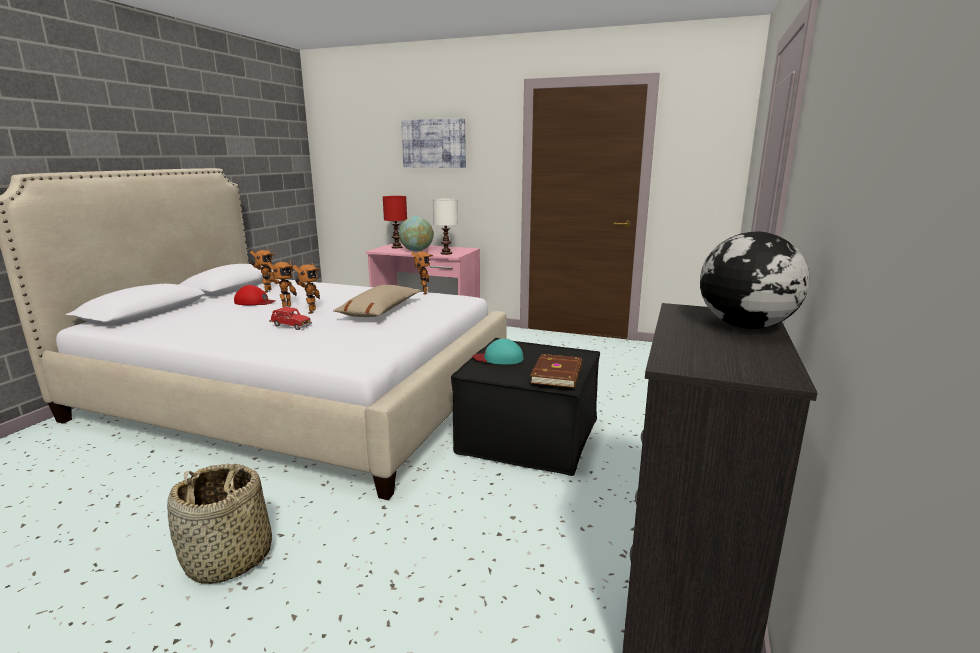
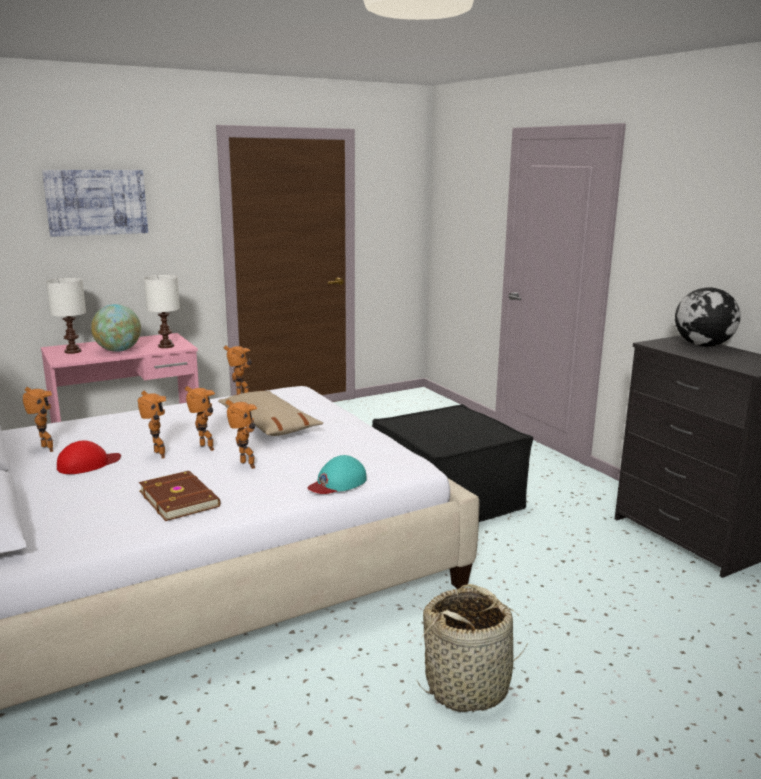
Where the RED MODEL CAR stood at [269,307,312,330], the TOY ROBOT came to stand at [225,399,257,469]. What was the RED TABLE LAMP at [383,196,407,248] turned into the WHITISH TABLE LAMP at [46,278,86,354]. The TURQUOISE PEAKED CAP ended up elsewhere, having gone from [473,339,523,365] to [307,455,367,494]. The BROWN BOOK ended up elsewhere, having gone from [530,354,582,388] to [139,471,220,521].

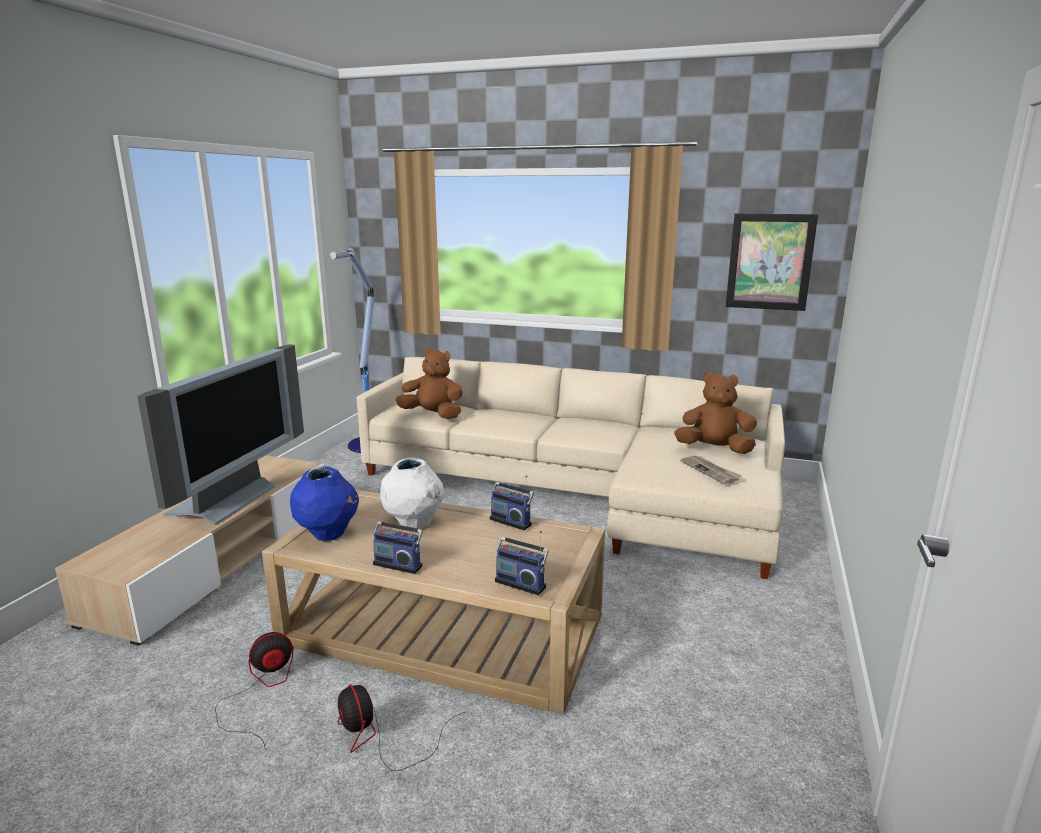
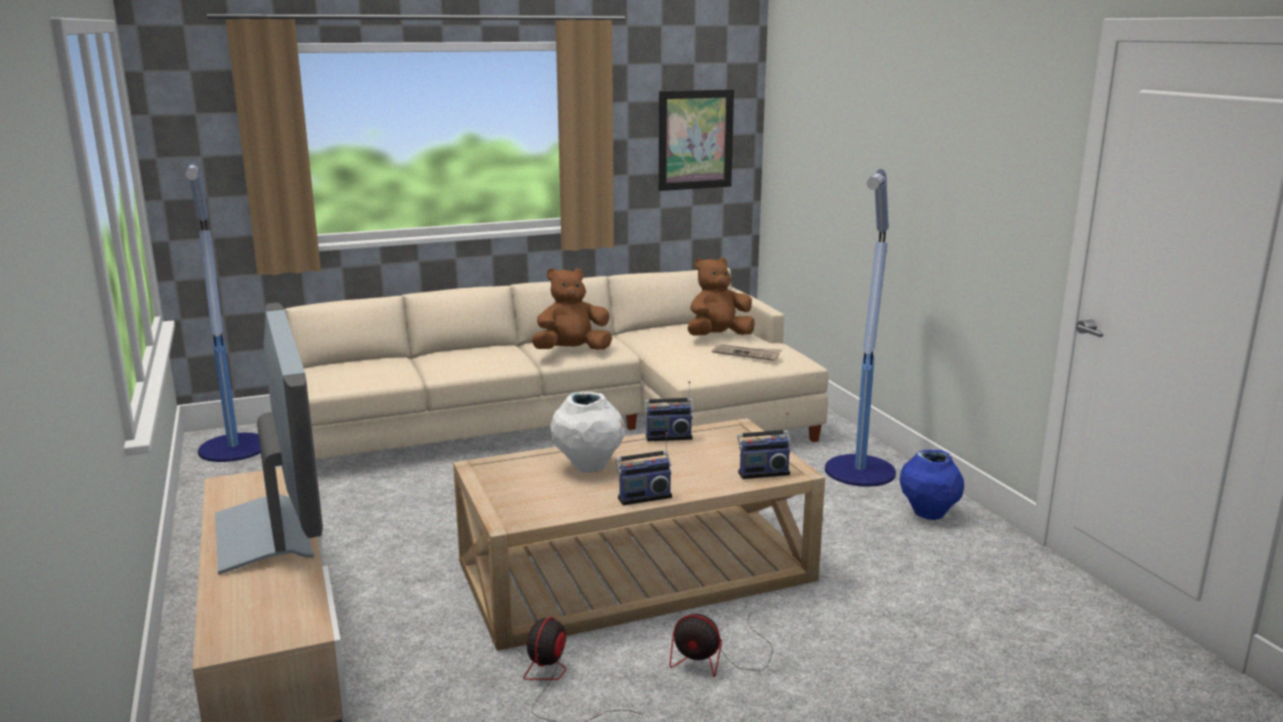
The BLUE FLOWER VASE ended up elsewhere, having gone from [290,466,359,541] to [899,450,964,520]. The BROWN SOFT TOY ended up elsewhere, having gone from [396,348,463,419] to [531,268,612,350]. The second view gained the FLOOR LAMP at [825,169,896,487].

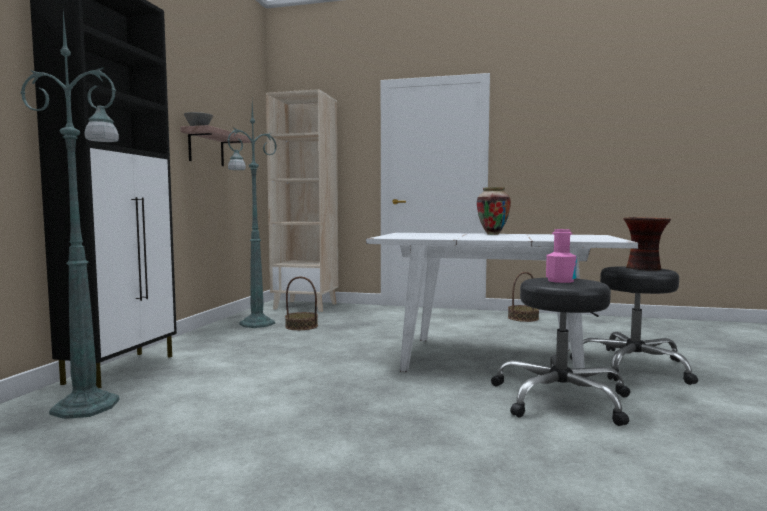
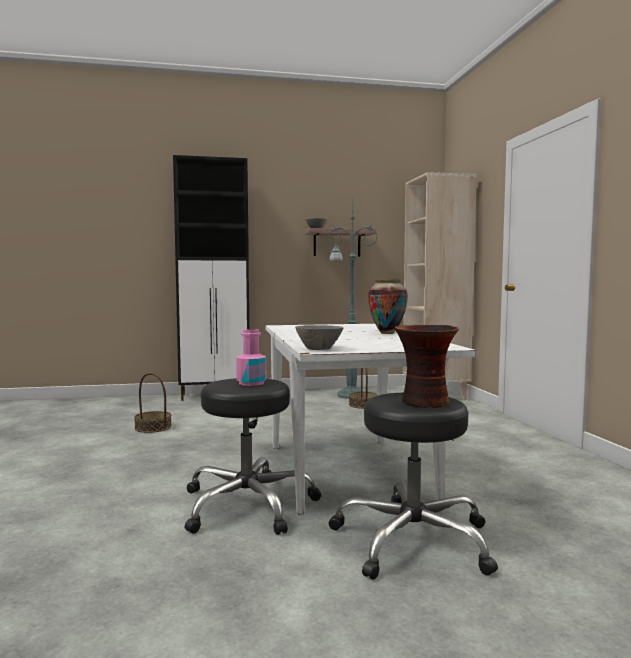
The second view lost the GREENISH FLOOR LAMP at [20,12,119,419]. The HOUSEHOLD BASKET ended up elsewhere, having gone from [508,272,539,322] to [134,373,172,433]. The second view gained the GRAY BOWL at [295,325,344,350].

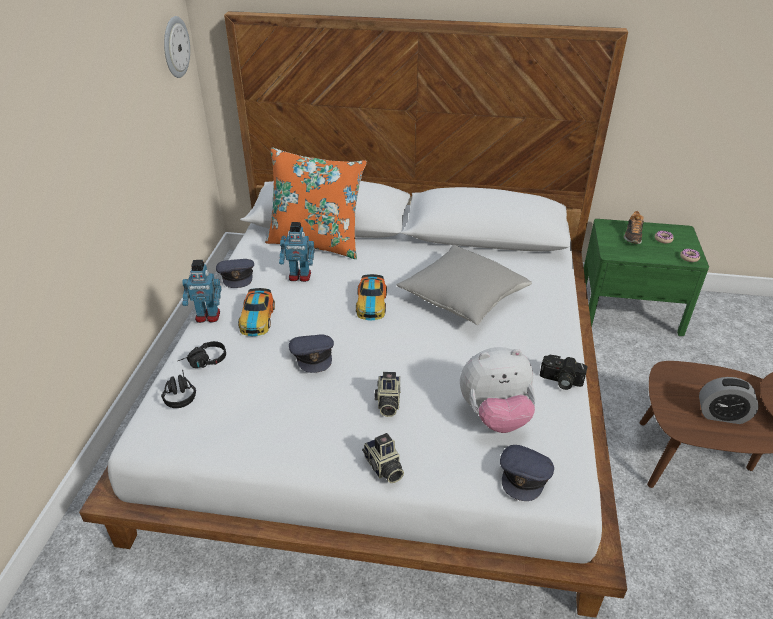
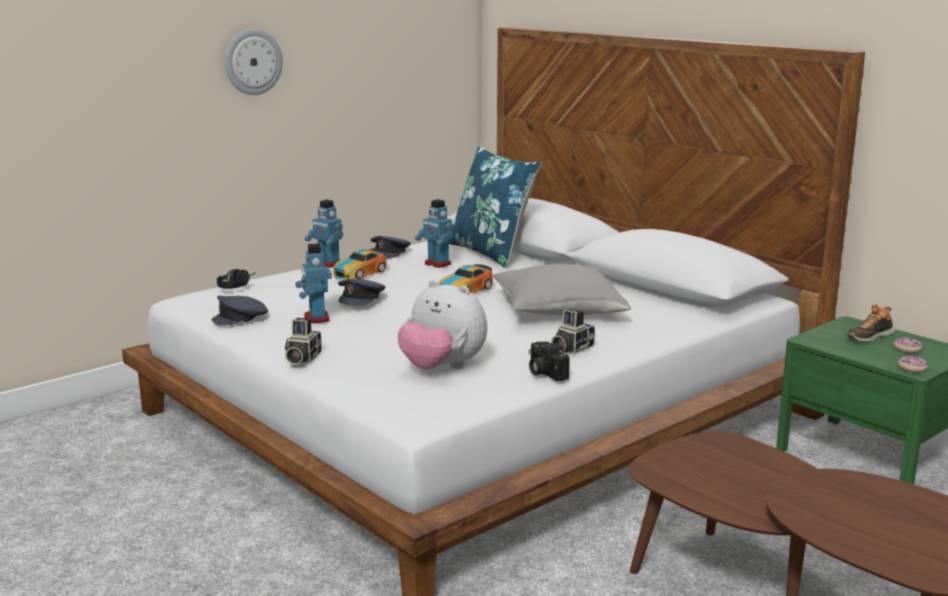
The HANGING CLOCK ended up elsewhere, having gone from [164,16,190,78] to [225,29,283,95]. The second view lost the BLACK HEADSET at [178,341,226,368]. What was the ORANGEY CUSHION at [265,148,367,259] turned into the BLUE CUSHION at [449,146,541,268]. The PHOTO CAMERA ended up elsewhere, having gone from [375,372,401,417] to [551,309,595,354]. The GRAY PEAKED CAP ended up elsewhere, having gone from [500,445,554,501] to [212,296,268,325]. The second view lost the TABLE CLOCK at [699,377,759,424]. The second view gained the TOY ROBOT at [295,243,332,323].

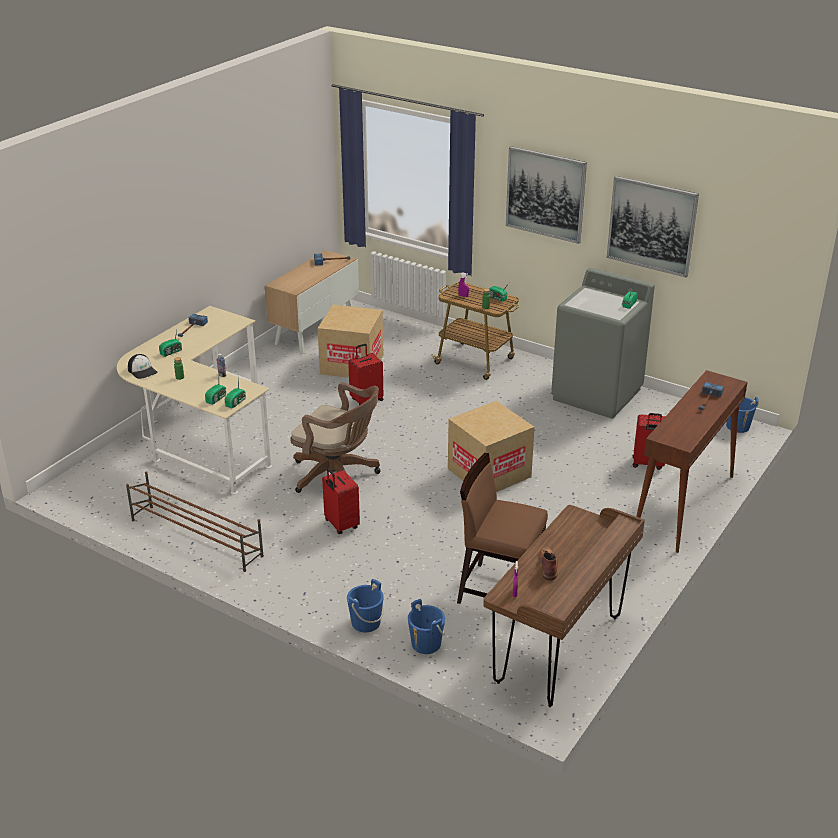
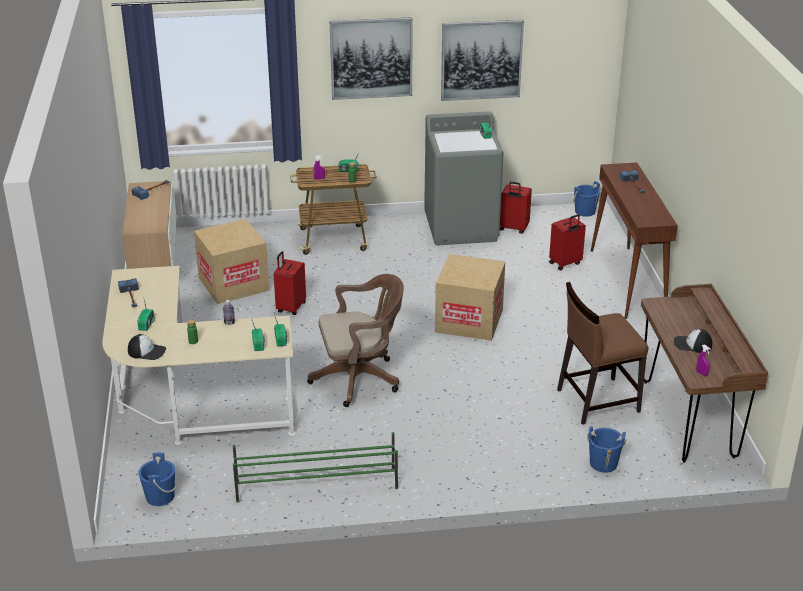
What was the BROWN SHOE RACK at [126,471,264,572] turned into the GREENISH SHOE RACK at [233,432,398,503]. The RED SUITCASE ended up elsewhere, having gone from [322,468,360,534] to [500,182,532,234]. The BLUE WATER BUCKET ended up elsewhere, having gone from [347,579,384,632] to [138,453,177,506]. Where the BROWN BOOT stood at [539,547,558,581], the PEAKED CAP came to stand at [674,329,712,353].

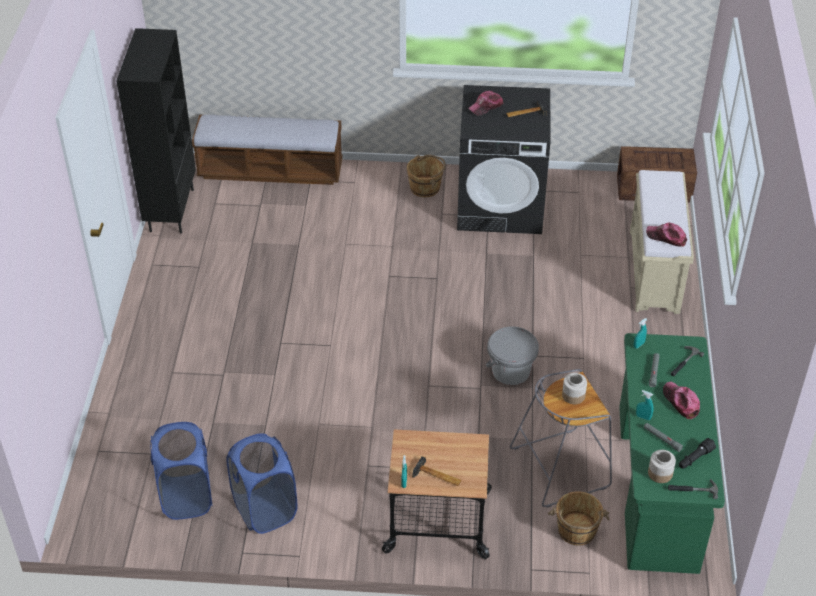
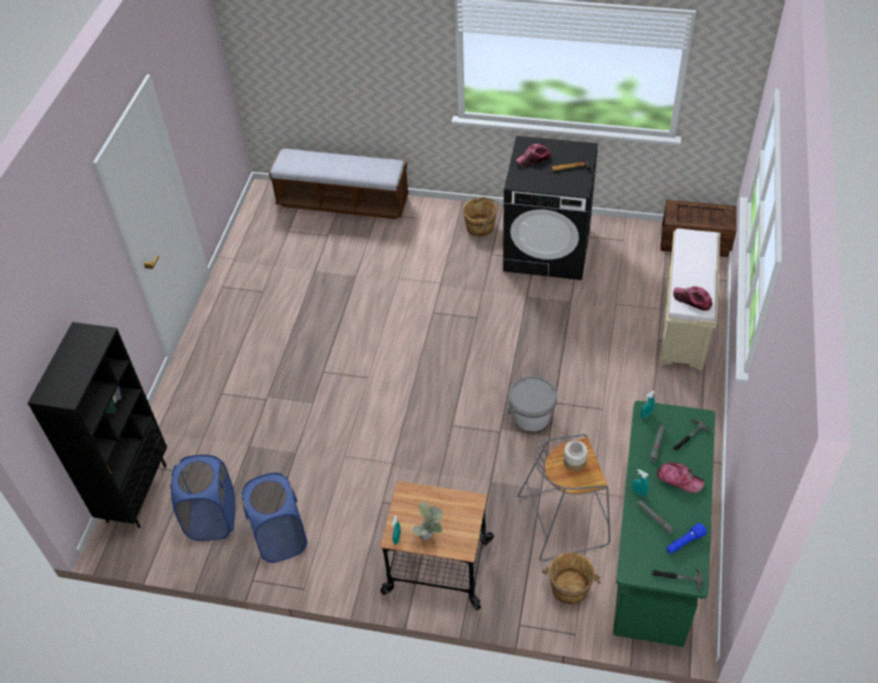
The BLACK SHELVING UNIT ended up elsewhere, having gone from [116,28,196,234] to [28,322,167,528]. Where the HAND HAMMER stood at [412,456,462,486], the HOUSEPLANT came to stand at [412,502,443,540]. The second view lost the STORAGE JAR at [648,450,676,483]. The PEAKED CAP at [663,382,700,419] ended up facing another way, 135 degrees clockwise from before. What was the BLACK HAND TORCH at [679,438,716,469] turned into the BLUE HAND TORCH at [667,523,707,553].

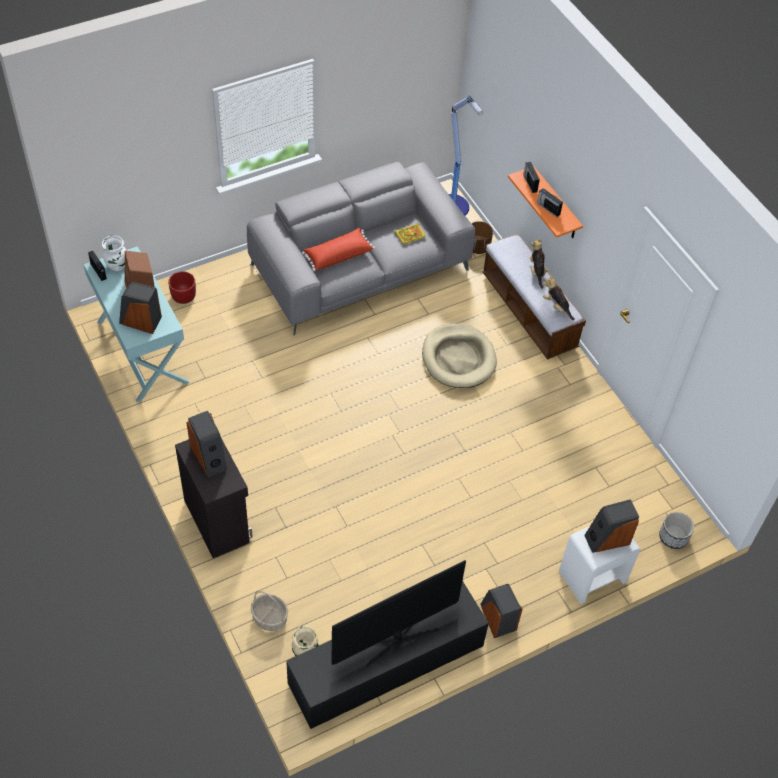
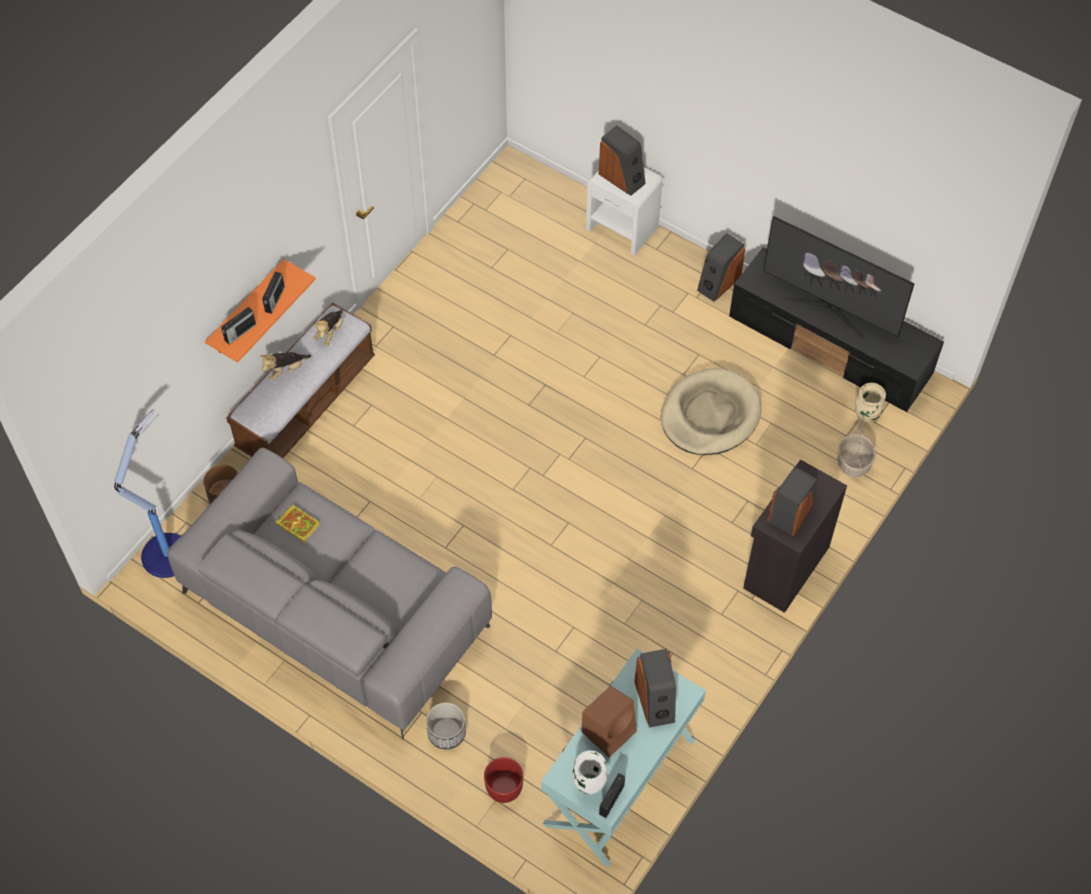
The second view lost the RED CUSHION at [302,228,375,271]. The BEIGE-COLOURED PET BED ended up elsewhere, having gone from [422,323,497,388] to [661,368,762,455]. The FLOWER POT ended up elsewhere, having gone from [659,512,694,549] to [426,702,466,749].

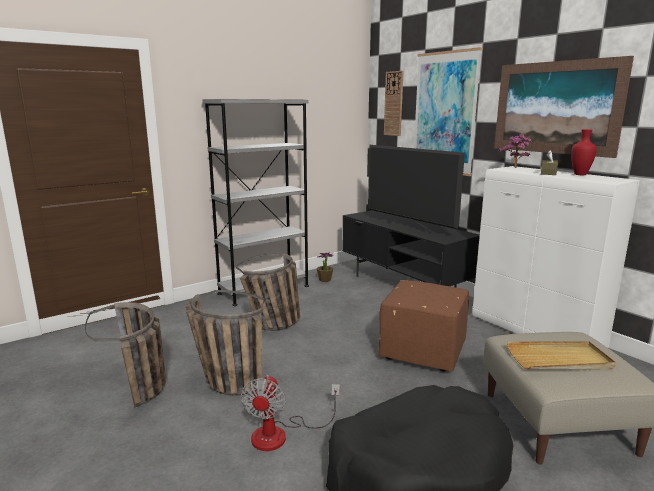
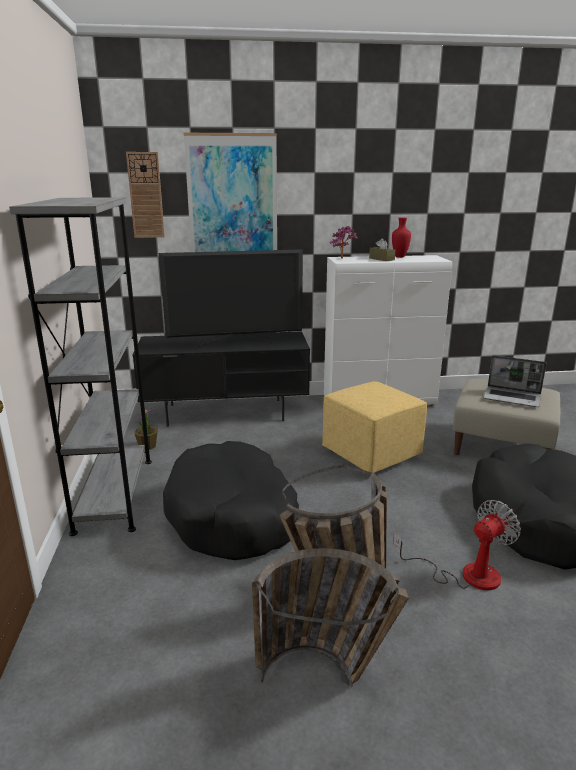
Where the HOUSEHOLD BASKET stood at [236,253,300,331], the BLACK PET BED came to stand at [163,441,299,560]. The COOLING FAN at [240,375,340,451] ended up facing another way, 75 degrees counterclockwise from before. What was the BROWN FOOTREST at [378,280,469,372] turned into the YELLOW FOOTREST at [322,381,427,473]. The second view lost the PICTURE at [494,56,634,158]. Where the BEIGE-COLOURED CARRYING TRAY stood at [507,341,616,369], the LAPTOP came to stand at [483,355,547,407].

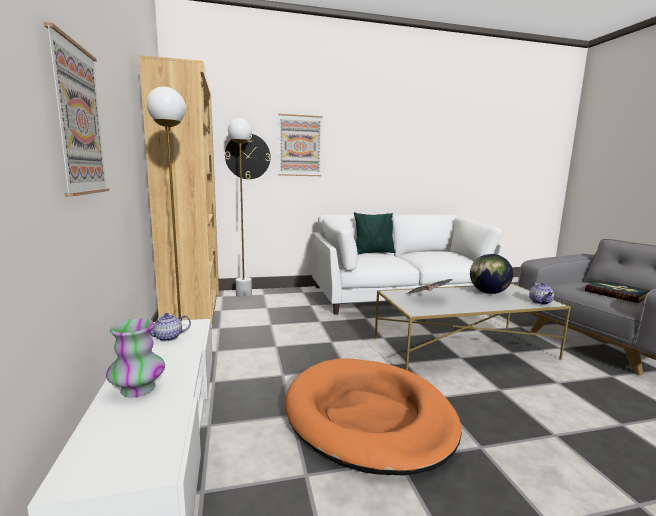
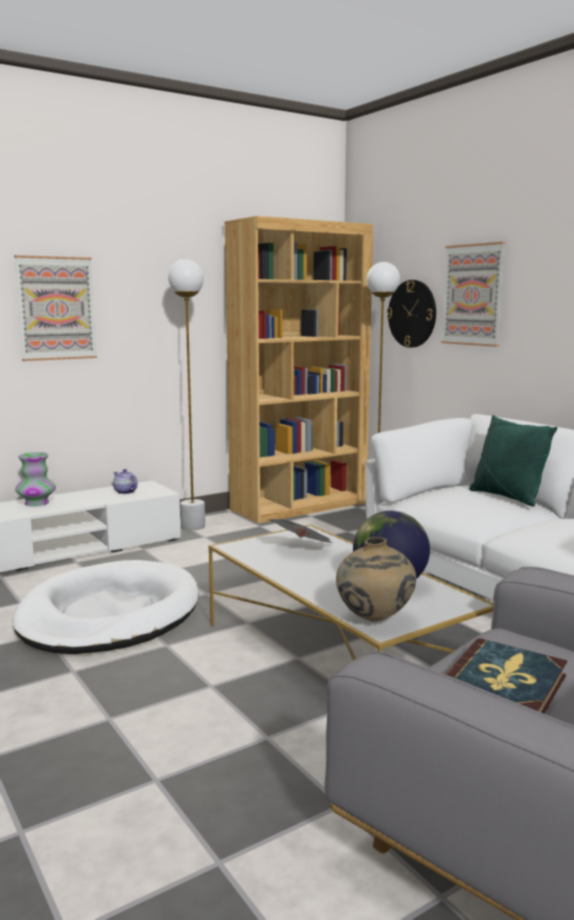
What was the ORANGEY PET BED at [285,358,462,475] turned into the WHITISH PET BED at [12,560,199,654]. Where the TEA POT stood at [529,282,554,305], the BEIGE-COLOURED FLOWER VASE came to stand at [336,537,416,622].

